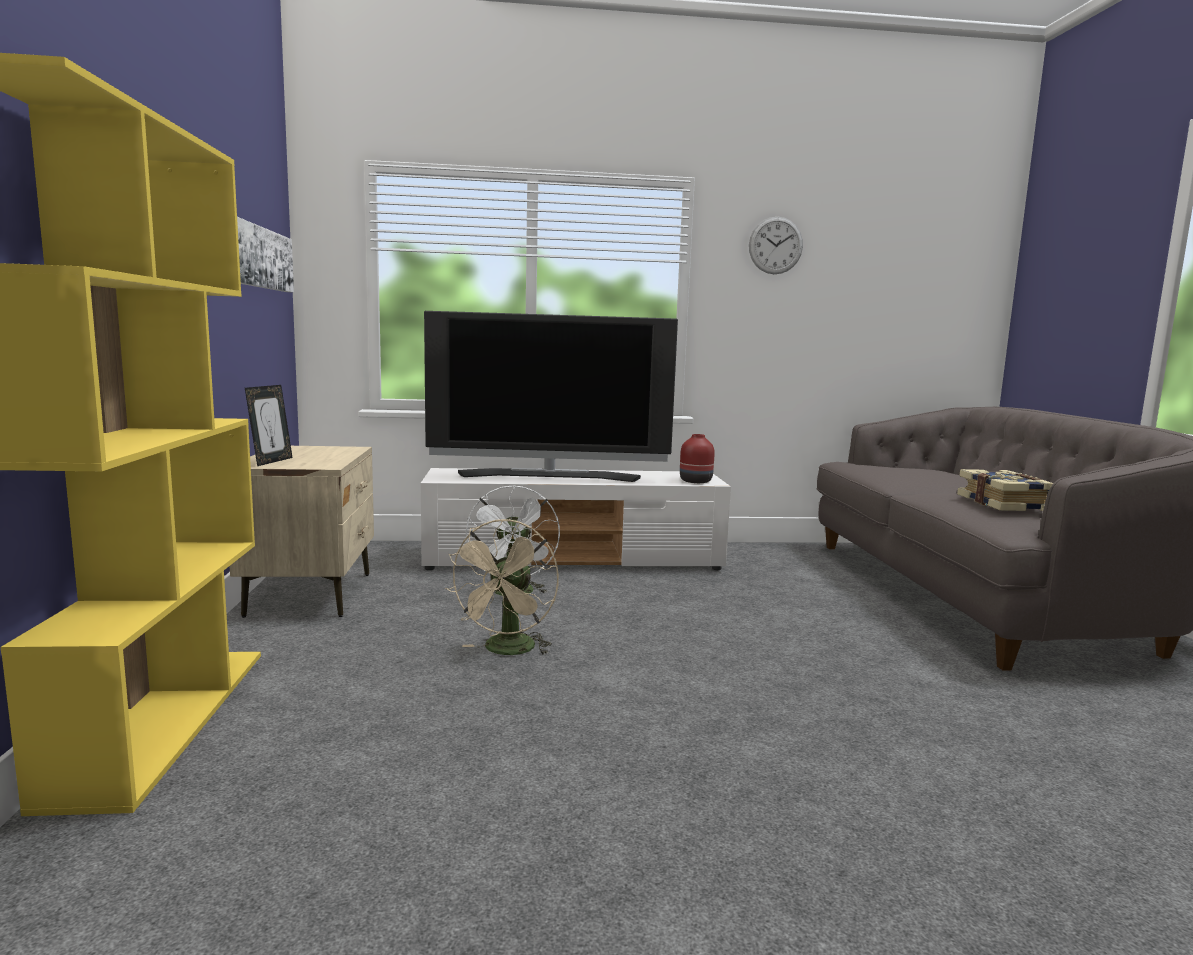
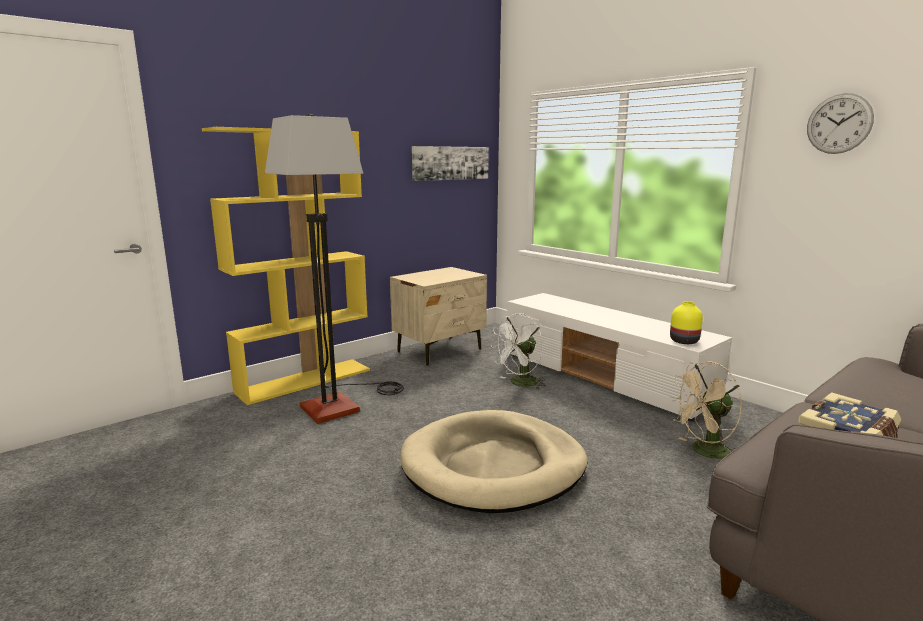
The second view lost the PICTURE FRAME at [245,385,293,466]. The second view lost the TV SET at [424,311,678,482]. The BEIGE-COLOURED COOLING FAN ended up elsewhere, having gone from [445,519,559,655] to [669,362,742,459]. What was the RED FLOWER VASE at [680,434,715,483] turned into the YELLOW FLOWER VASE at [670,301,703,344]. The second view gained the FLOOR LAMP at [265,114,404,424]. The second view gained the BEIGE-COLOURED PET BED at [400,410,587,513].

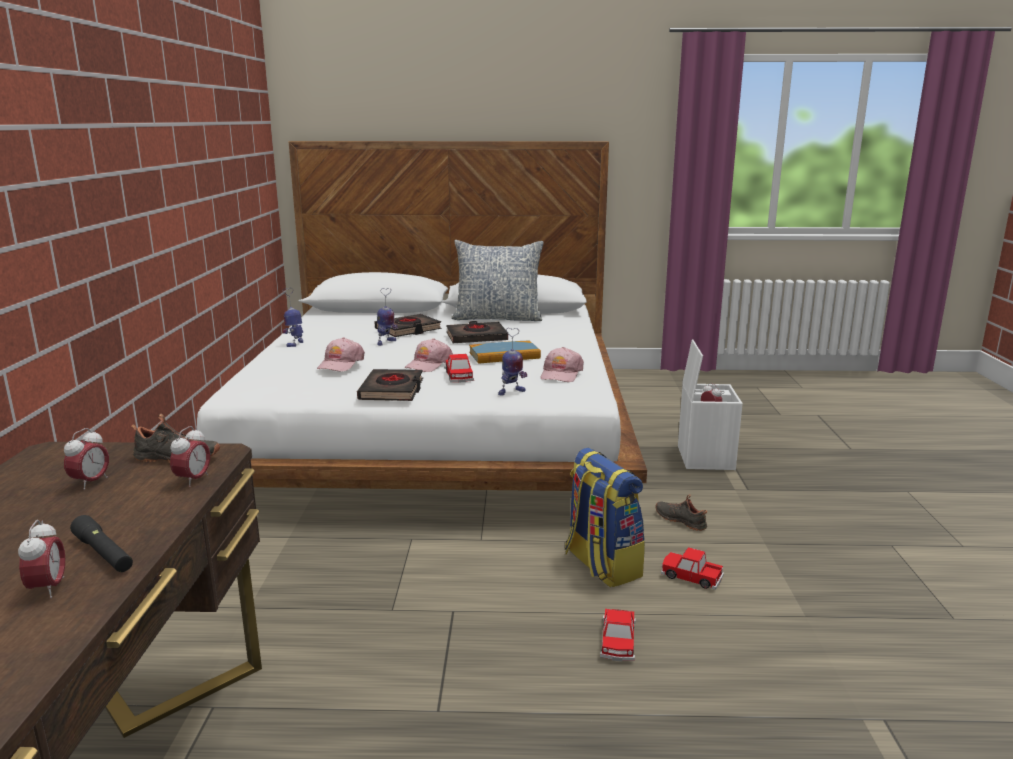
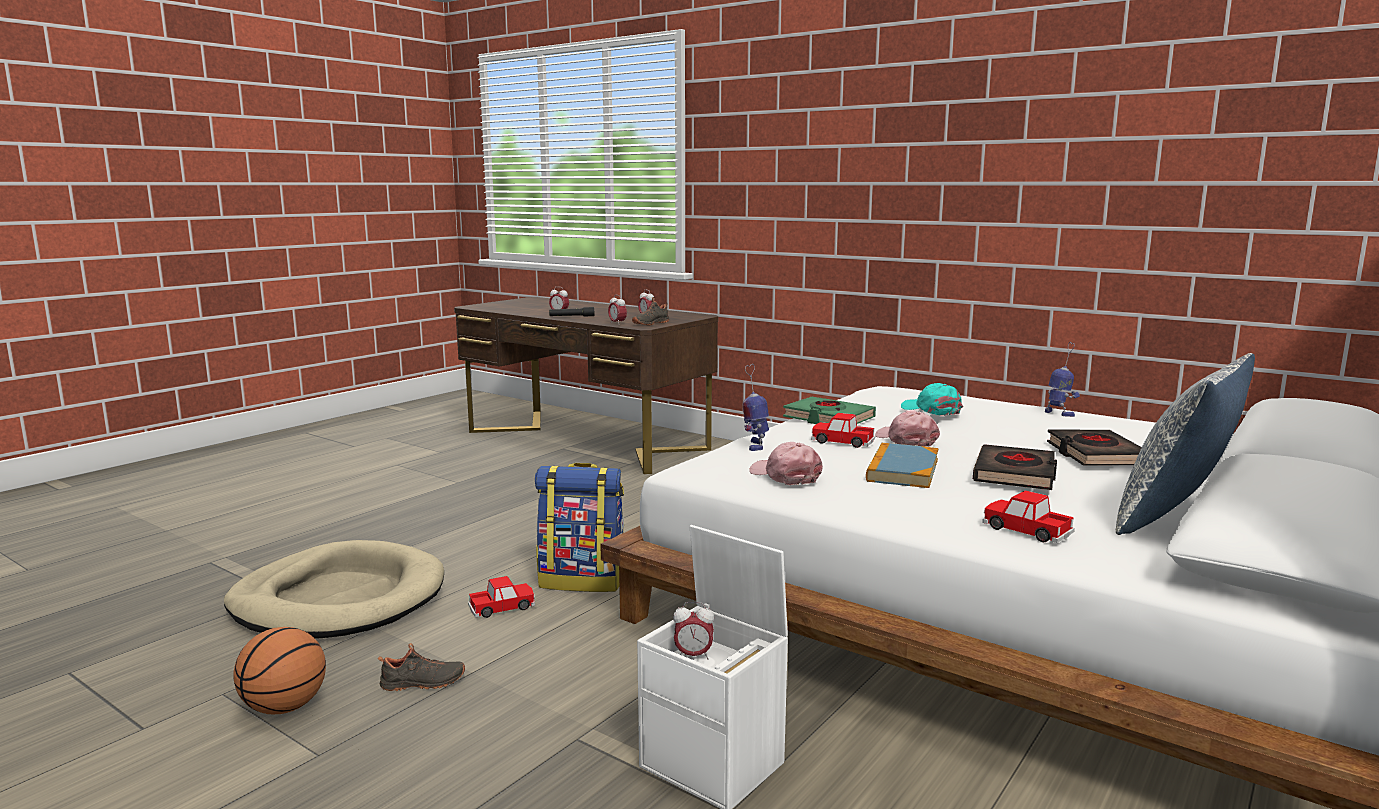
What was the PINKISH PEAKED CAP at [317,337,365,371] turned into the TURQUOISE PEAKED CAP at [901,383,963,416]. What was the BLACK BOOK at [357,369,423,401] turned into the GREENISH BOOK at [783,397,876,424]. The second view lost the TOY ROBOT at [377,288,398,346]. The MODEL CAR ended up elsewhere, having gone from [600,609,636,661] to [982,490,1075,543]. The BLACK ITEM OF FOOTWEAR ended up elsewhere, having gone from [655,495,707,531] to [378,643,465,691]. The second view gained the BEIGE-COLOURED PET BED at [224,540,444,639]. The second view gained the BALL FOR BASKETBALL at [233,627,326,714].

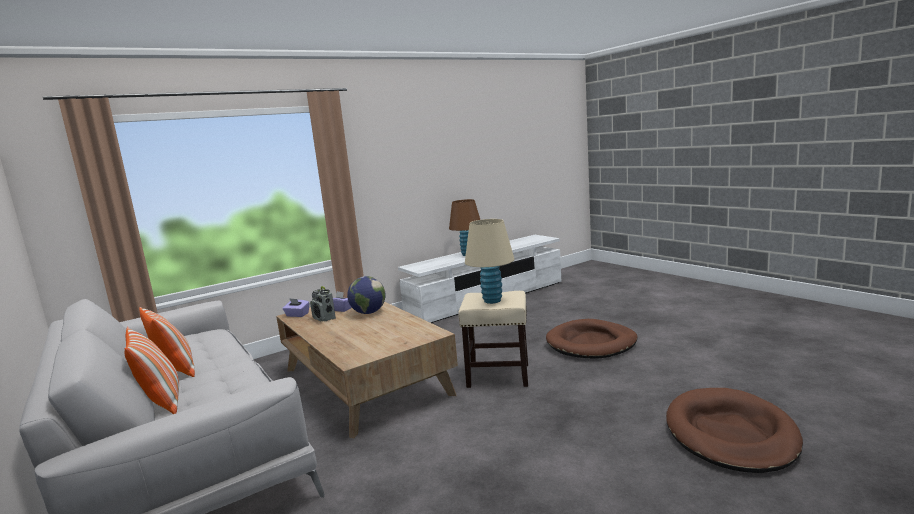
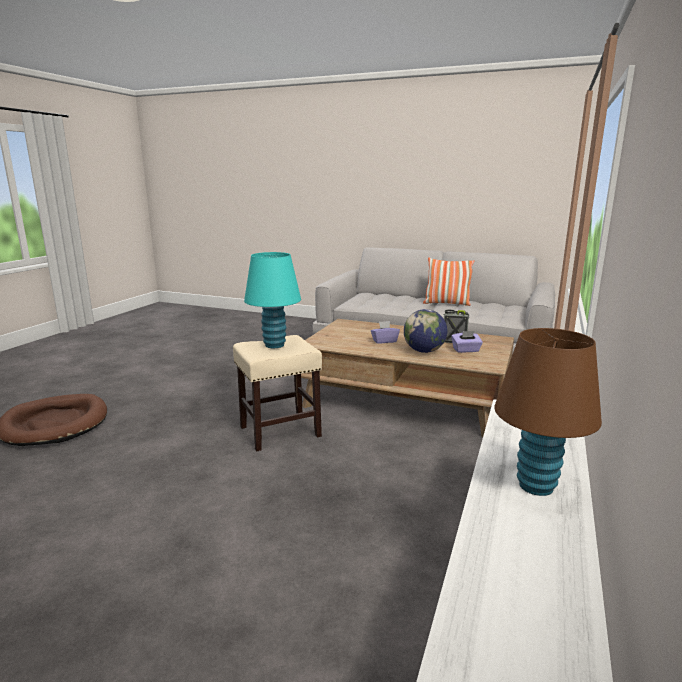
The second view lost the CUSHION at [125,327,179,414]. The PURPLE-COLOURED BOX OF TISSUES ended up elsewhere, having gone from [283,298,310,317] to [371,321,400,344]. What was the BEIGE-COLOURED TABLE LAMP at [465,219,514,304] turned into the TURQUOISE TABLE LAMP at [244,252,301,348]. The second view lost the BROWN PET BED at [546,319,638,358].

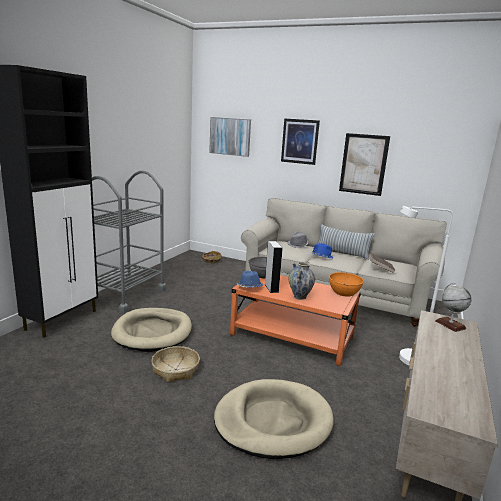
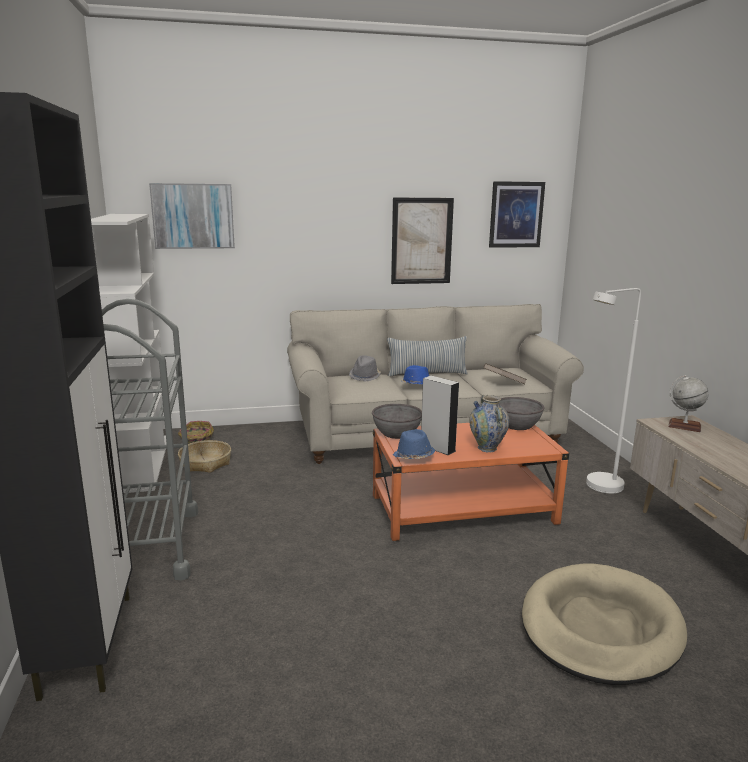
The second view lost the BEIGE-COLOURED PET BED at [111,308,192,352]. The HOUSEHOLD BASKET ended up elsewhere, having gone from [152,346,200,382] to [178,440,231,473]. The PICTURE ended up elsewhere, having gone from [281,118,320,165] to [489,181,545,248]. What was the ORANGEY BOWL at [329,272,364,297] turned into the GRAY BOWL at [499,397,545,430]. The second view gained the WHITISH SHELVING UNIT at [91,214,167,493].

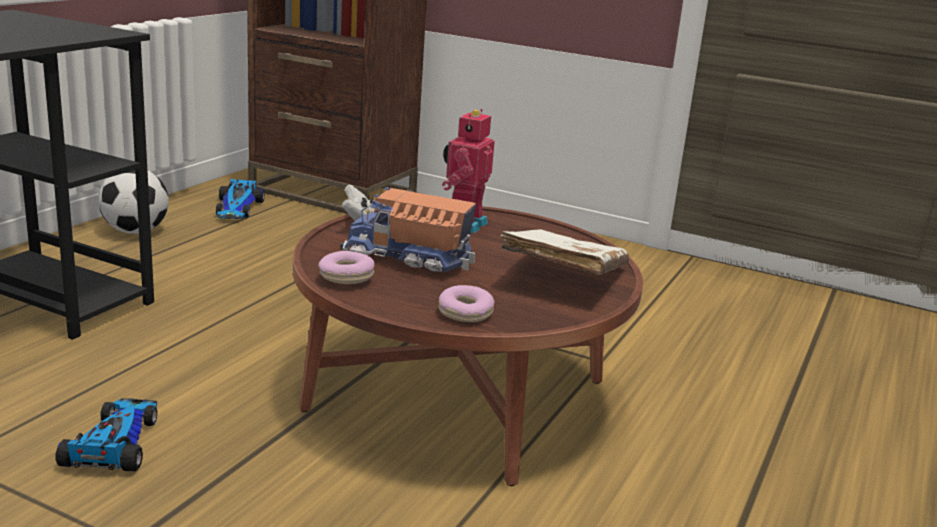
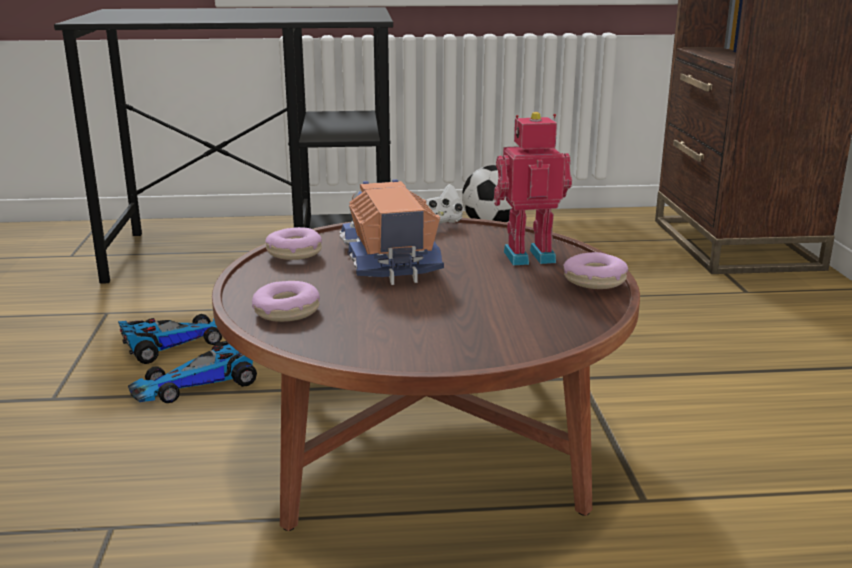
The MODEL CAR ended up elsewhere, having gone from [216,179,265,219] to [128,341,257,403]. The second view lost the WHITISH BOOK at [501,229,629,275]. The second view gained the DONUT at [563,252,628,289].

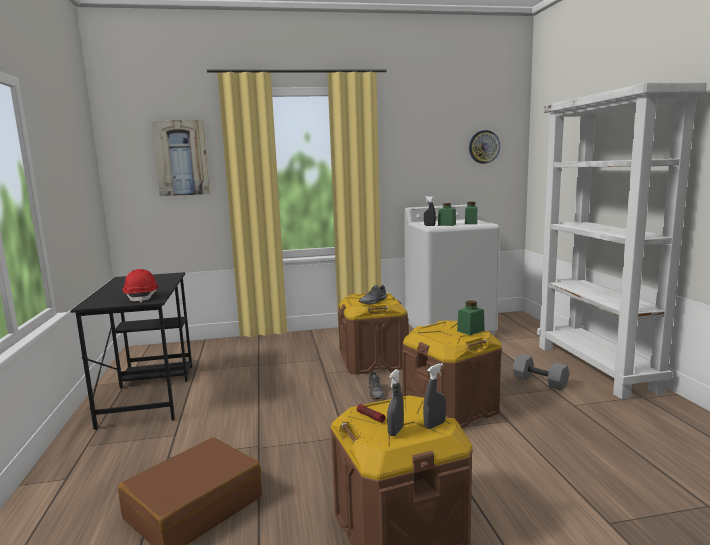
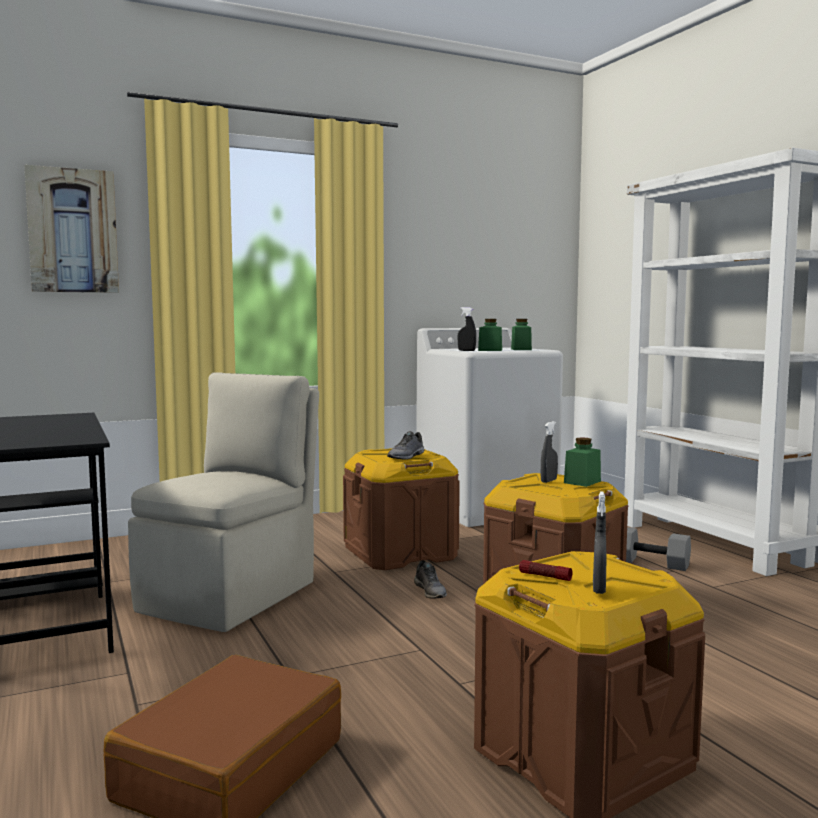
The second view lost the RED HARD HAT at [123,269,158,302]. The GRAY SPRAY BOTTLE ended up elsewhere, having gone from [423,363,446,429] to [541,421,558,483]. The second view lost the HANGING CLOCK at [469,130,500,164]. The second view gained the BEIGE-COLOURED PLAIN CHAIR at [128,372,319,632].

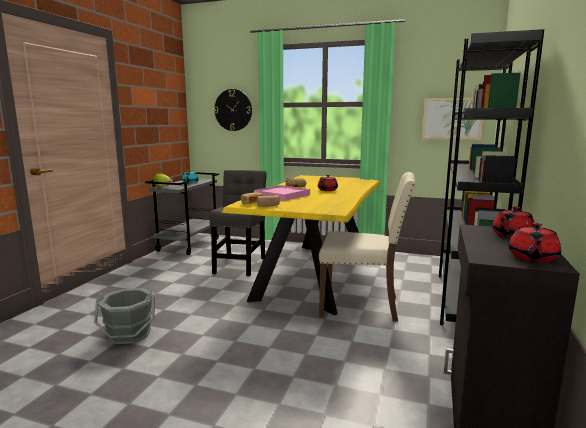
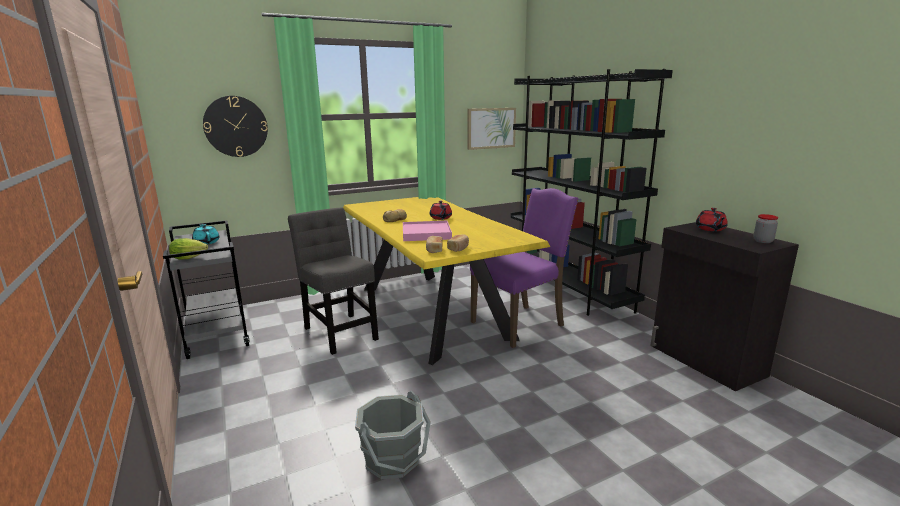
What was the BEIGE-COLOURED PLAIN CHAIR at [319,172,416,322] turned into the PURPLE-COLOURED PLAIN CHAIR at [470,188,579,348]. Where the RED TEA POT stood at [508,223,561,263], the STORAGE JAR came to stand at [753,214,778,243].

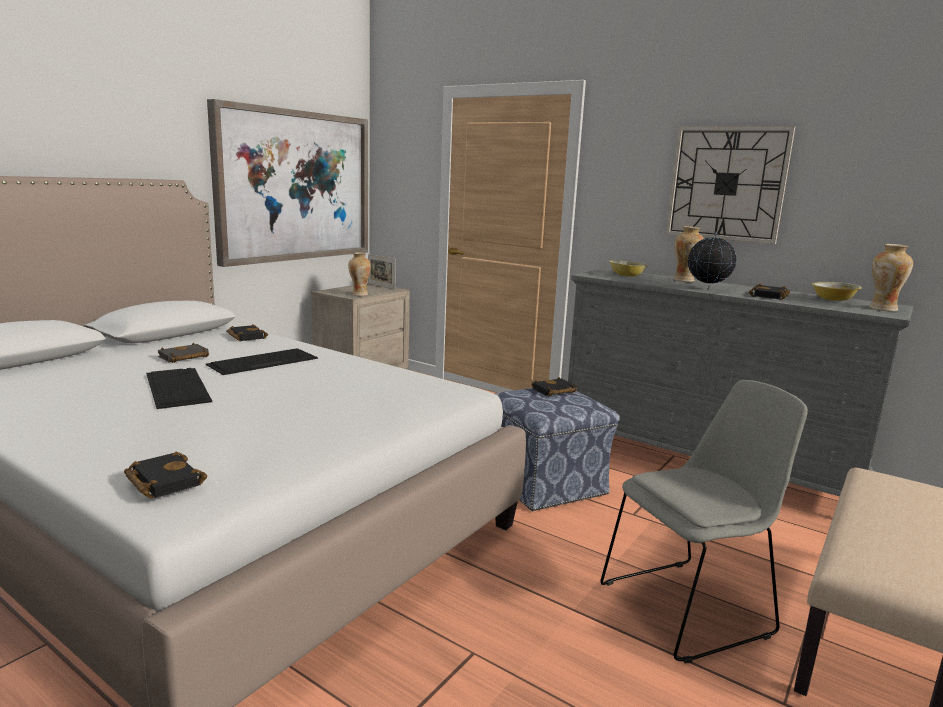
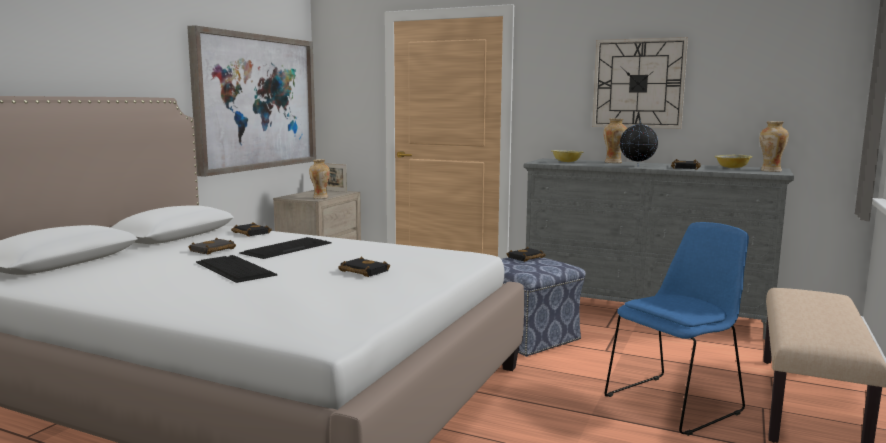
The BLACK BOOK ended up elsewhere, having gone from [124,452,207,498] to [338,257,390,277]. What was the GRAY PLAIN CHAIR at [600,380,808,664] turned into the BLUE PLAIN CHAIR at [605,222,749,436].

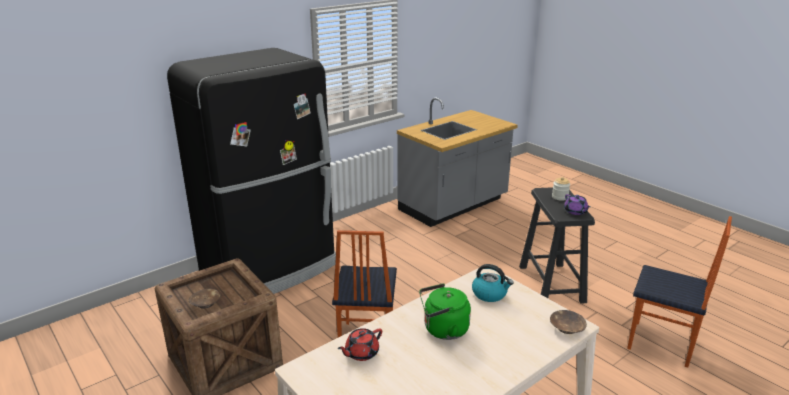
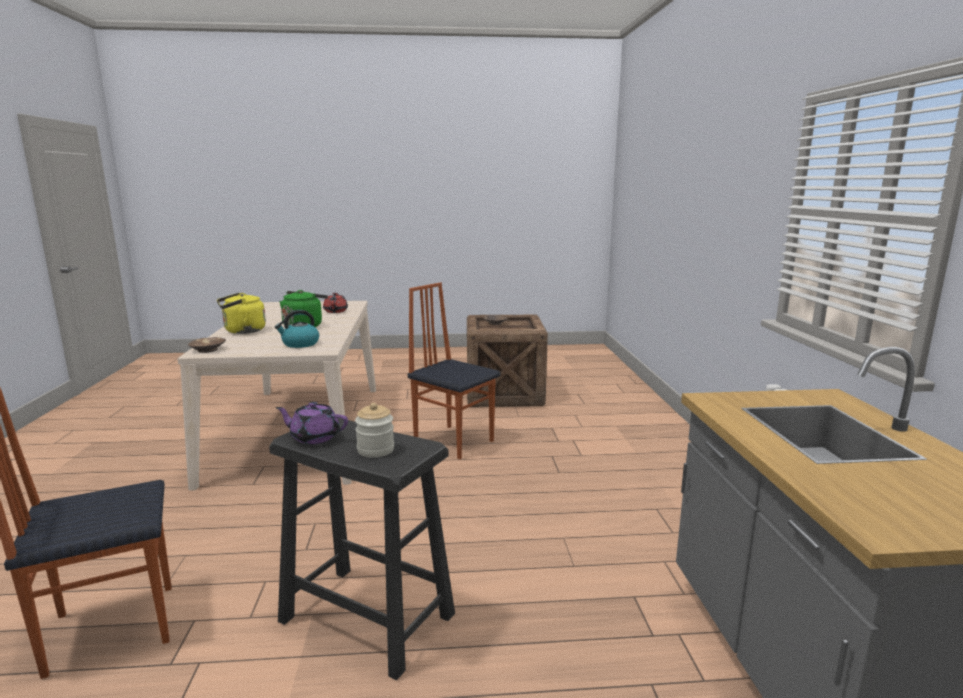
The second view lost the BLACK REFRIGERATOR at [167,48,336,294]. The second view gained the YELLOW WATER KETTLE at [217,293,266,334].

